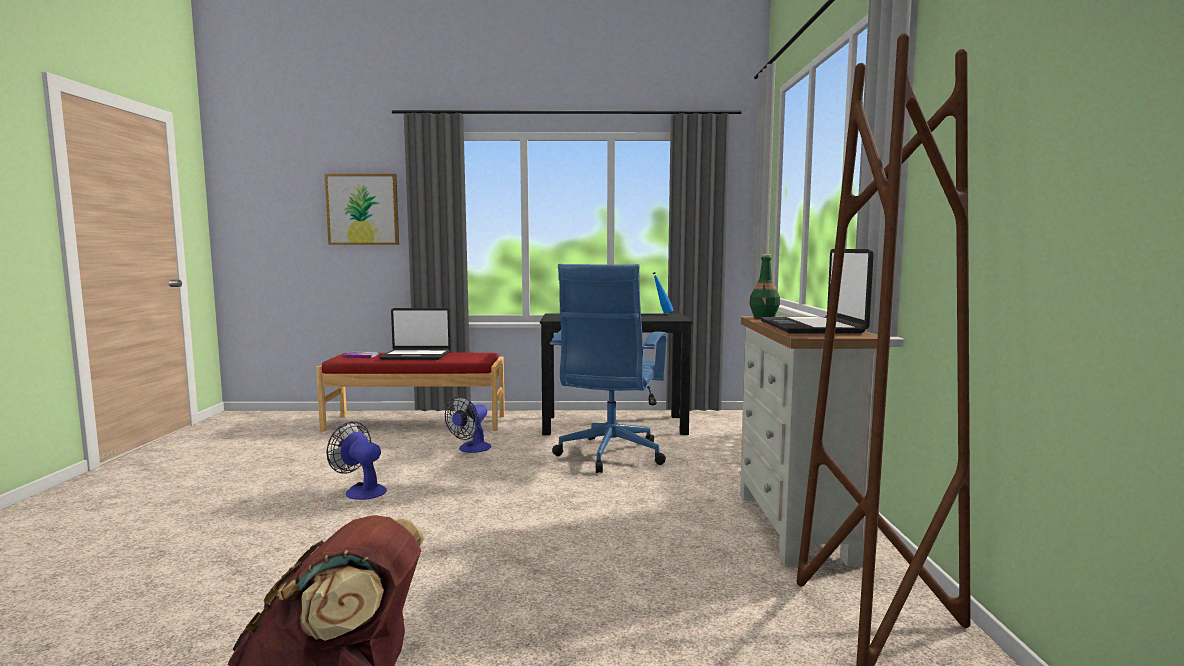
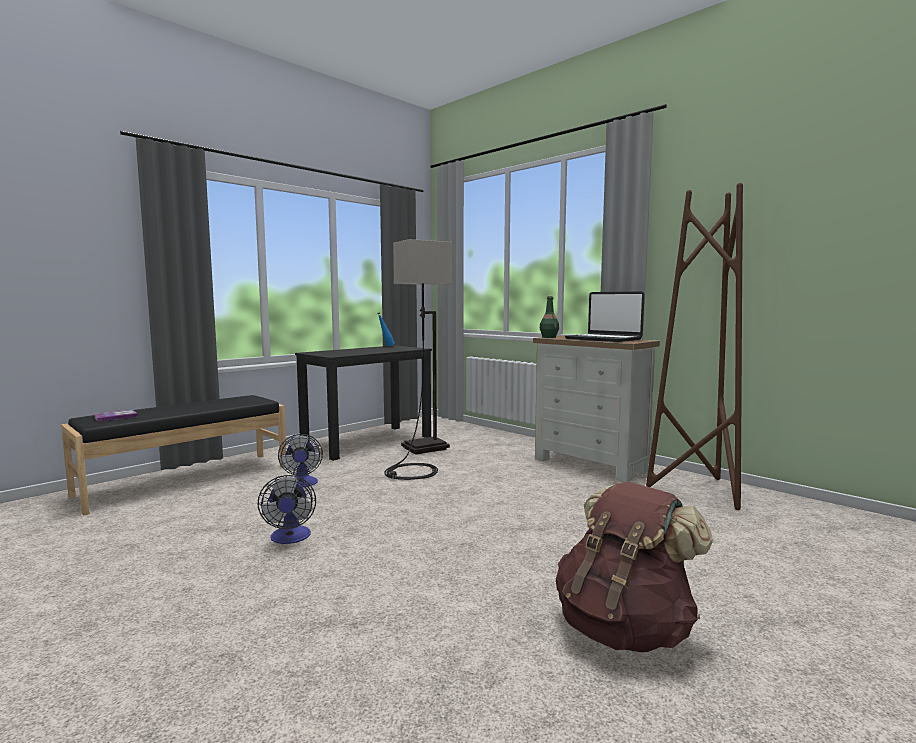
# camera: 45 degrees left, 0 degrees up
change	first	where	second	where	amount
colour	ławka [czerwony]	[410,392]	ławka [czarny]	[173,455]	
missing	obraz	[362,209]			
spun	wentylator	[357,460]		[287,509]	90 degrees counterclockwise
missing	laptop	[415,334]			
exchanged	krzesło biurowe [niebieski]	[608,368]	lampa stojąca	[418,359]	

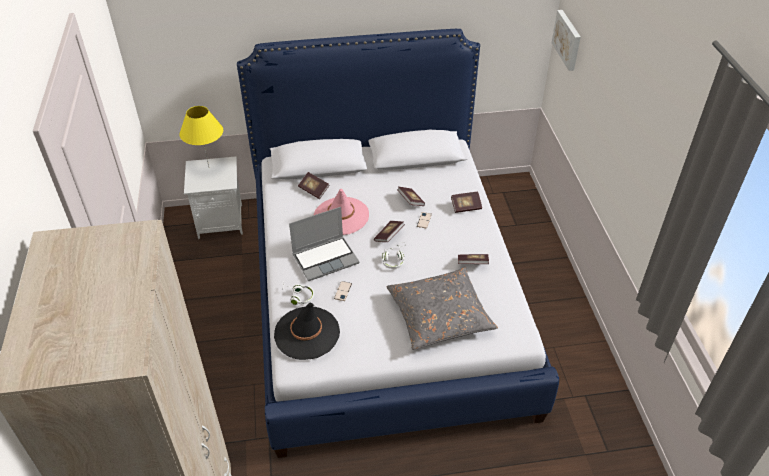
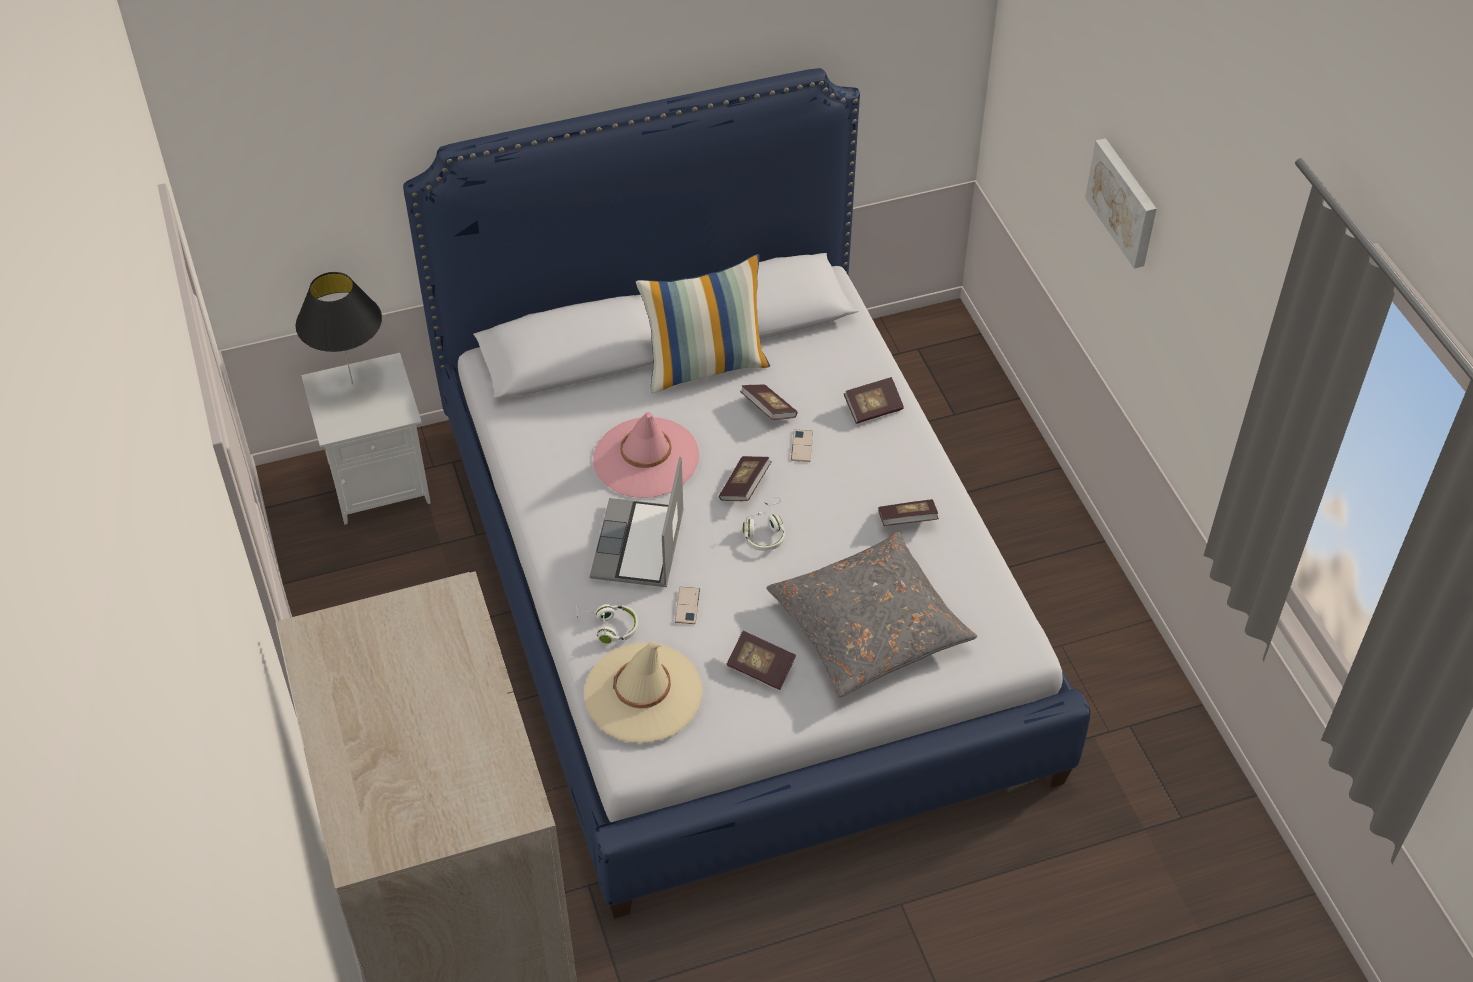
# camera: 10 degrees left, 5 degrees up
change	first	where	second	where	amount
colour	lampa stołowa [żółty]	[201,136]	lampa stołowa [czarny]	[339,328]	
colour	kapelusz [czarny]	[307,331]	kapelusz [beżowy]	[643,692]	
spun	laptop	[324,244]		[637,522]	135 degrees clockwise
relocated	książka	[313,185]		[761,660]	
relocated	obraz	[566,40]		[1121,203]	
appeared			poduszka	[703,324]	

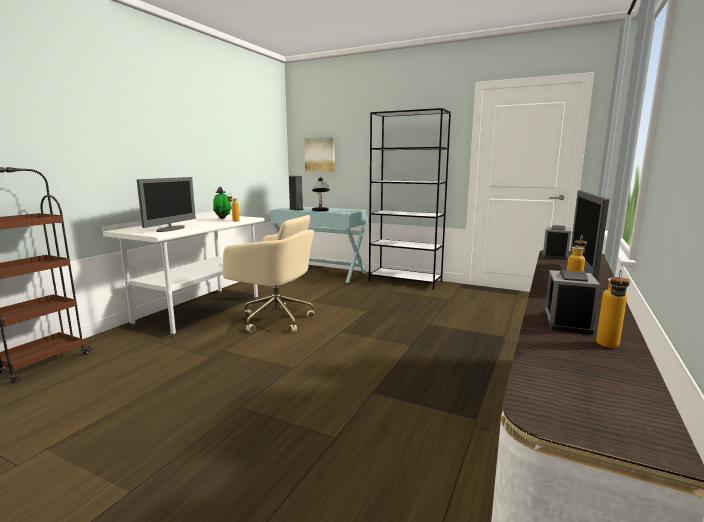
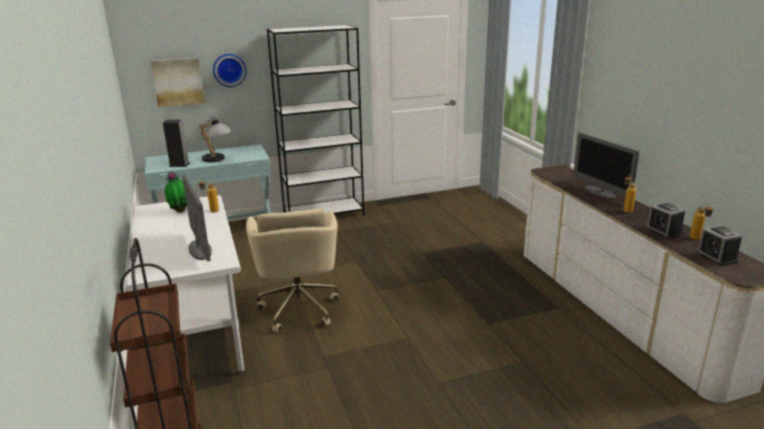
# camera: 45 degrees left, 10 degrees up
change	first	where	second	where	amount
spun	krzesło biurowe [beżowy]	[269,274]		[292,271]	105 degrees clockwise
relocated	budzik	[557,242]		[719,245]	
appeared			zegar ścienny	[229,70]	

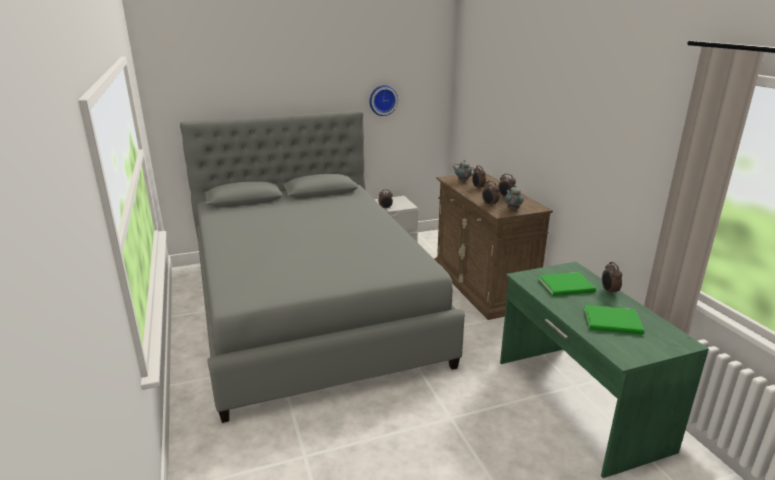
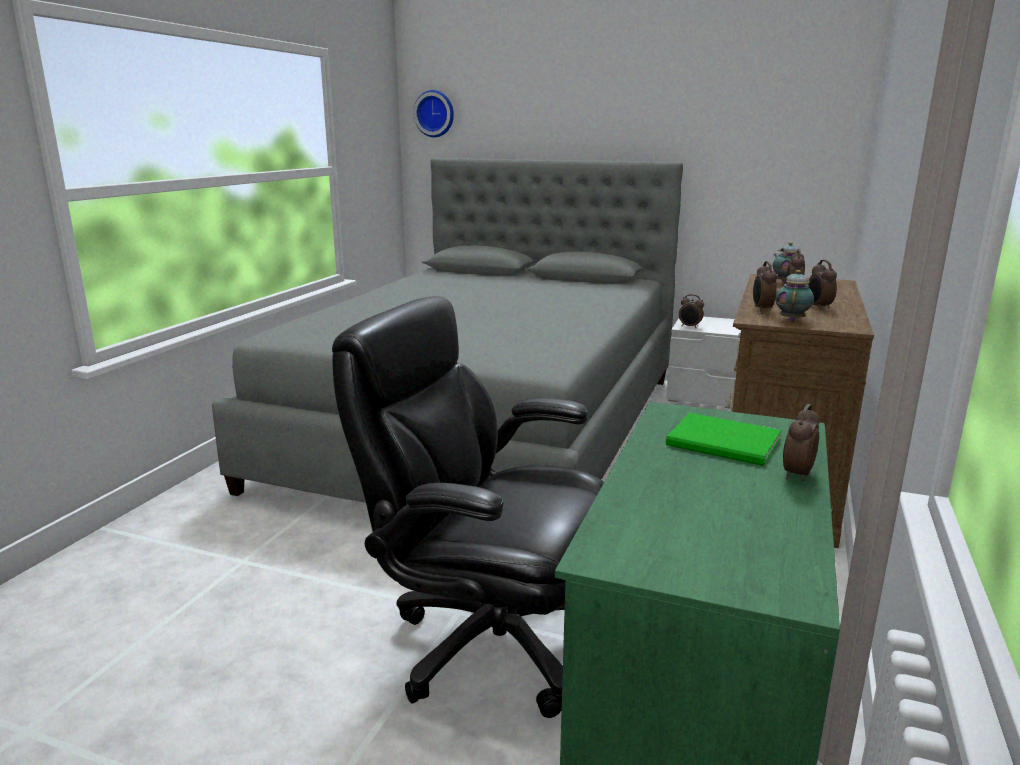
# camera: 40 degrees right, 5 degrees down
change	first	where	second	where	amount
relocated	zegar ścienny	[384,100]		[434,113]	
missing	książka [zielony]	[614,320]			
appeared			krzesło biurowe [czarny]	[468,507]	

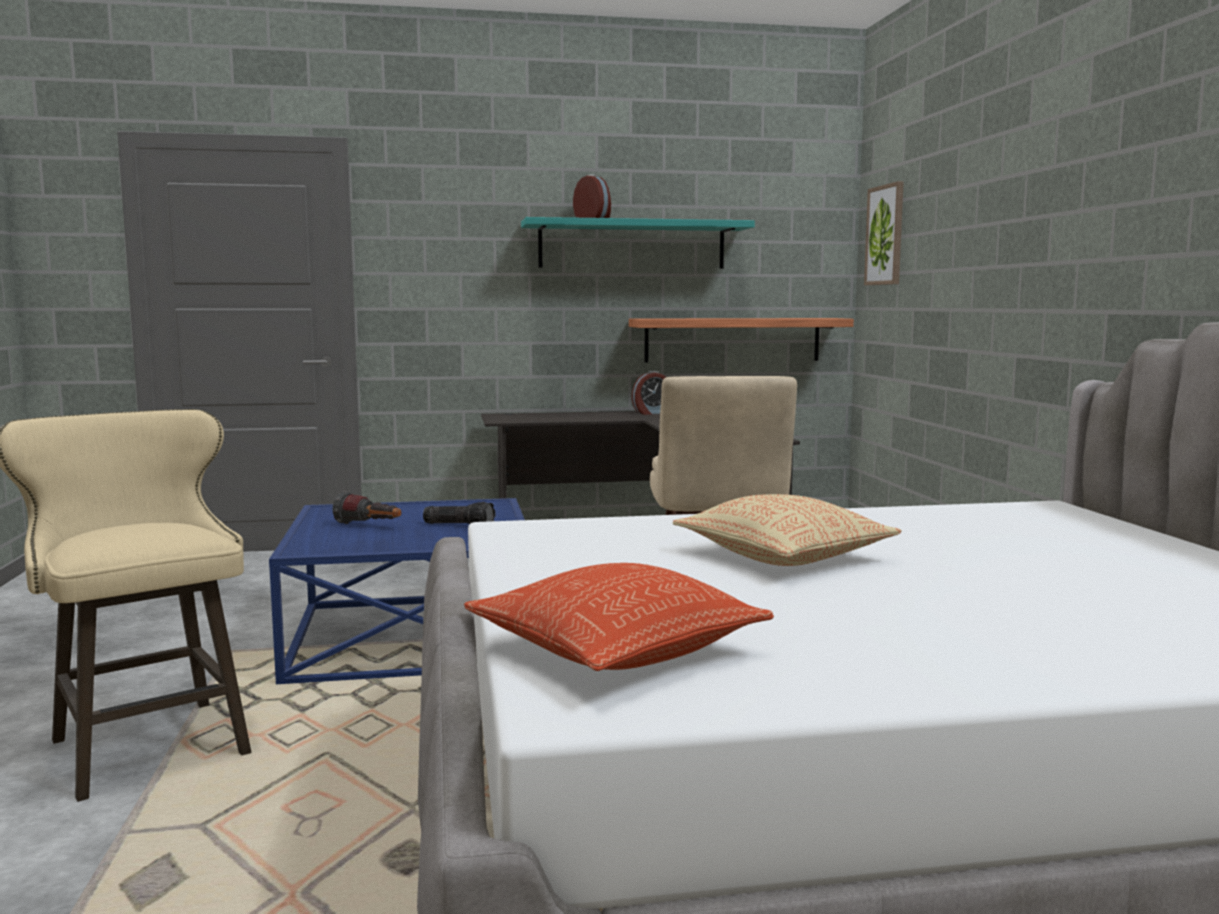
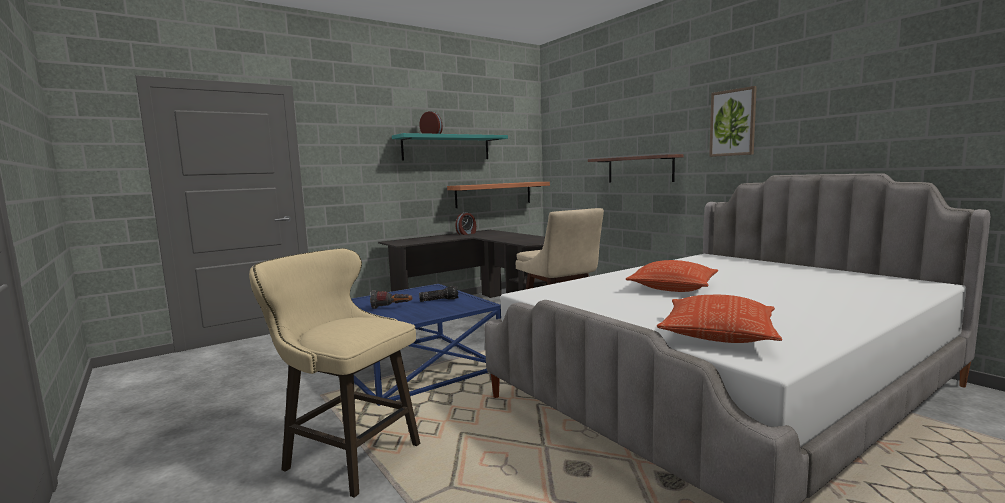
# camera: 25 degrees left, 0 degrees up
change	first	where	second	where	amount
colour	poduszka [beżowy]	[787,530]	poduszka [pomarańczowy]	[671,276]	
relocated	obraz	[884,233]		[733,121]	
appeared			półka	[636,168]	

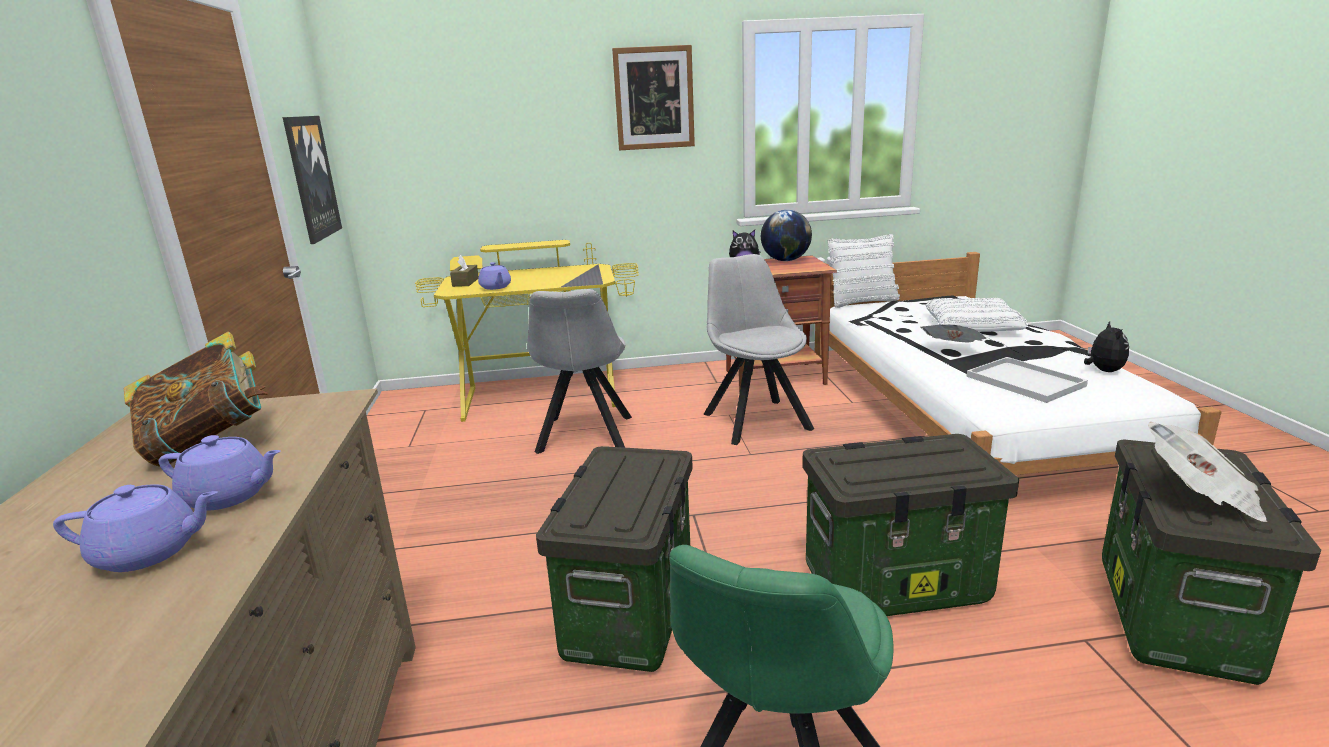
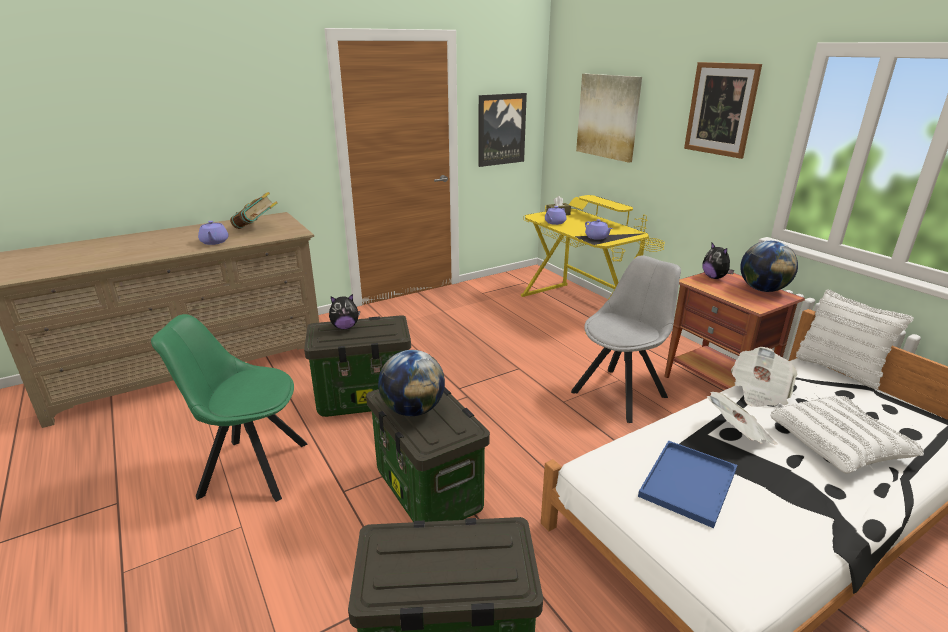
# camera: 65 degrees right, 5 degrees up
change	first	where	second	where	amount
relocated	imbryk [fioletowy]	[135,528]		[599,229]	
missing	krzesło [szary]	[579,371]			
colour	taca [biały]	[1027,380]	taca [niebieski]	[687,484]	
relocated	pluszak	[1106,346]		[344,311]	
relocated	gazeta	[1207,472]		[764,377]	
appeared			globus	[411,383]	
appeared			obraz	[609,118]	

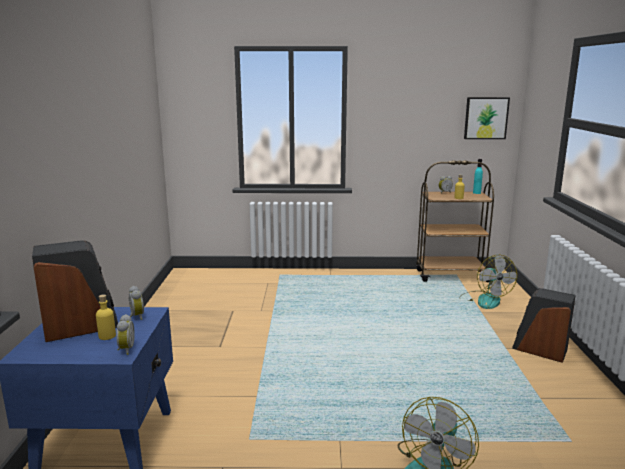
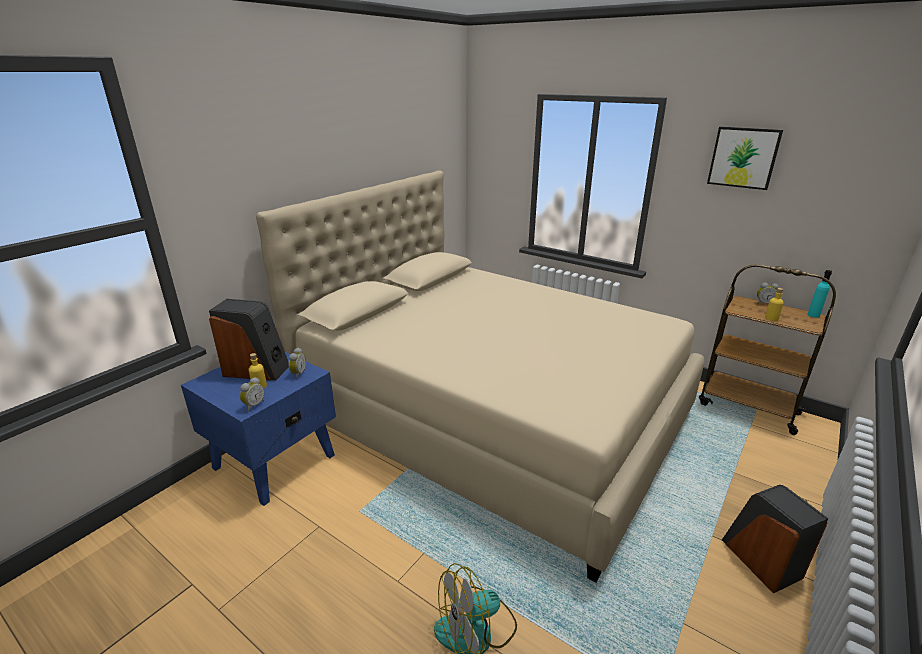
# camera: 35 degrees right, 10 degrees up
change	first	where	second	where	amount
missing	wentylator	[488,282]			
relocated	obraz	[487,118]		[745,158]	
appeared			łóżko [beżowy]	[480,376]	

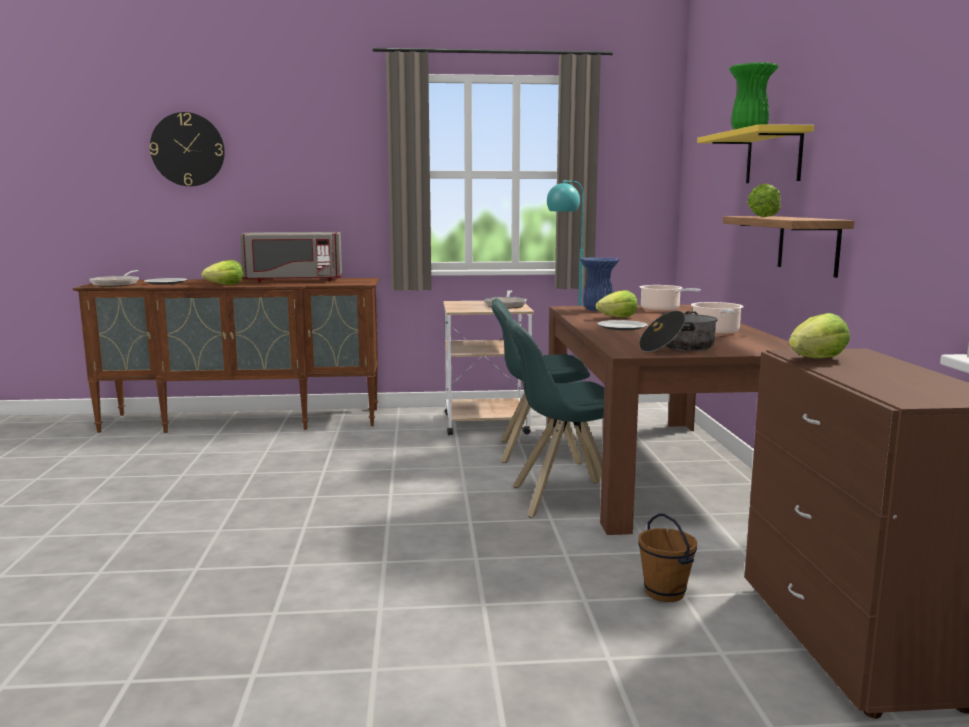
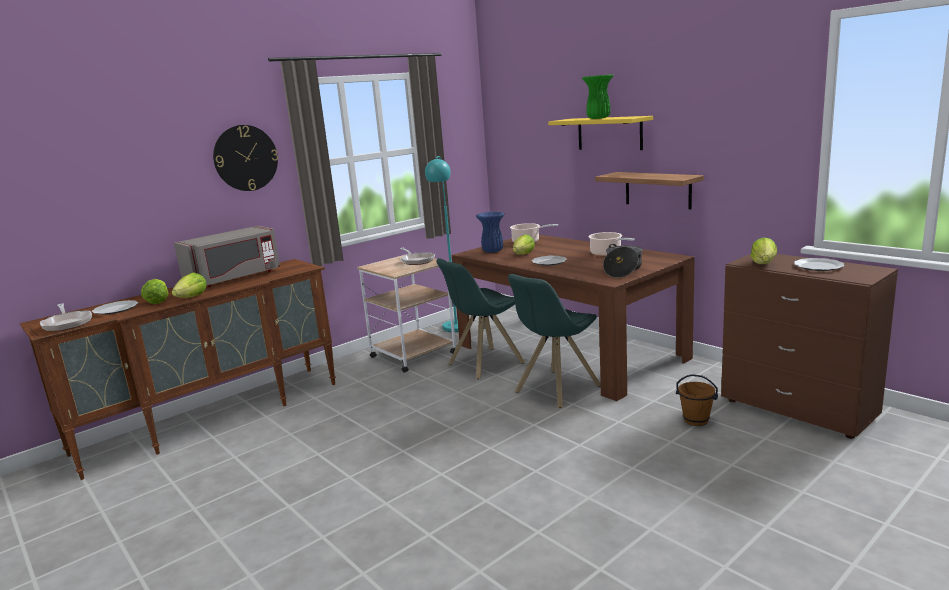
# camera: 35 degrees left, 5 degrees up
change	first	where	second	where	amount
relocated	zegar ścienny	[187,149]		[245,158]	
relocated	sałata	[764,200]		[155,291]	
appeared			talerz	[819,264]	

